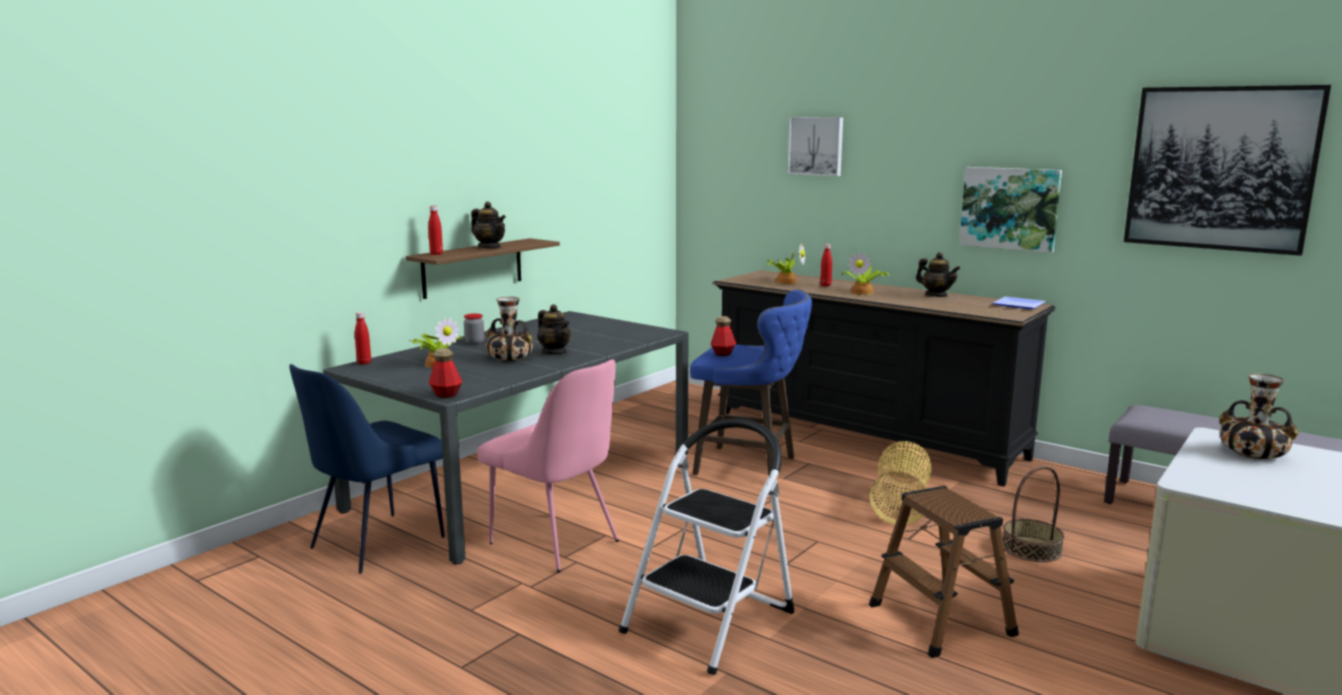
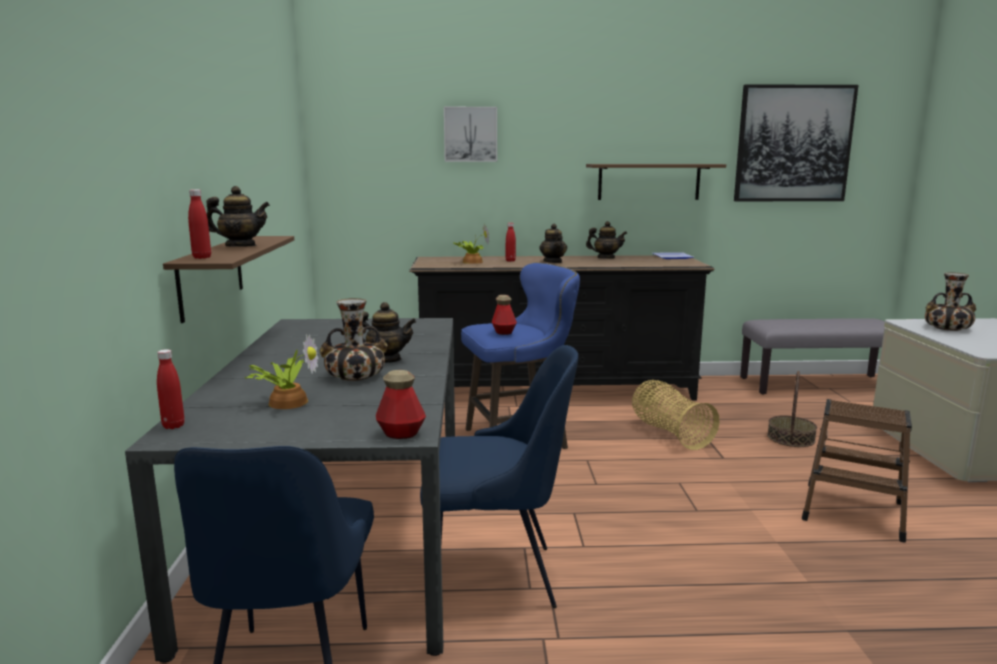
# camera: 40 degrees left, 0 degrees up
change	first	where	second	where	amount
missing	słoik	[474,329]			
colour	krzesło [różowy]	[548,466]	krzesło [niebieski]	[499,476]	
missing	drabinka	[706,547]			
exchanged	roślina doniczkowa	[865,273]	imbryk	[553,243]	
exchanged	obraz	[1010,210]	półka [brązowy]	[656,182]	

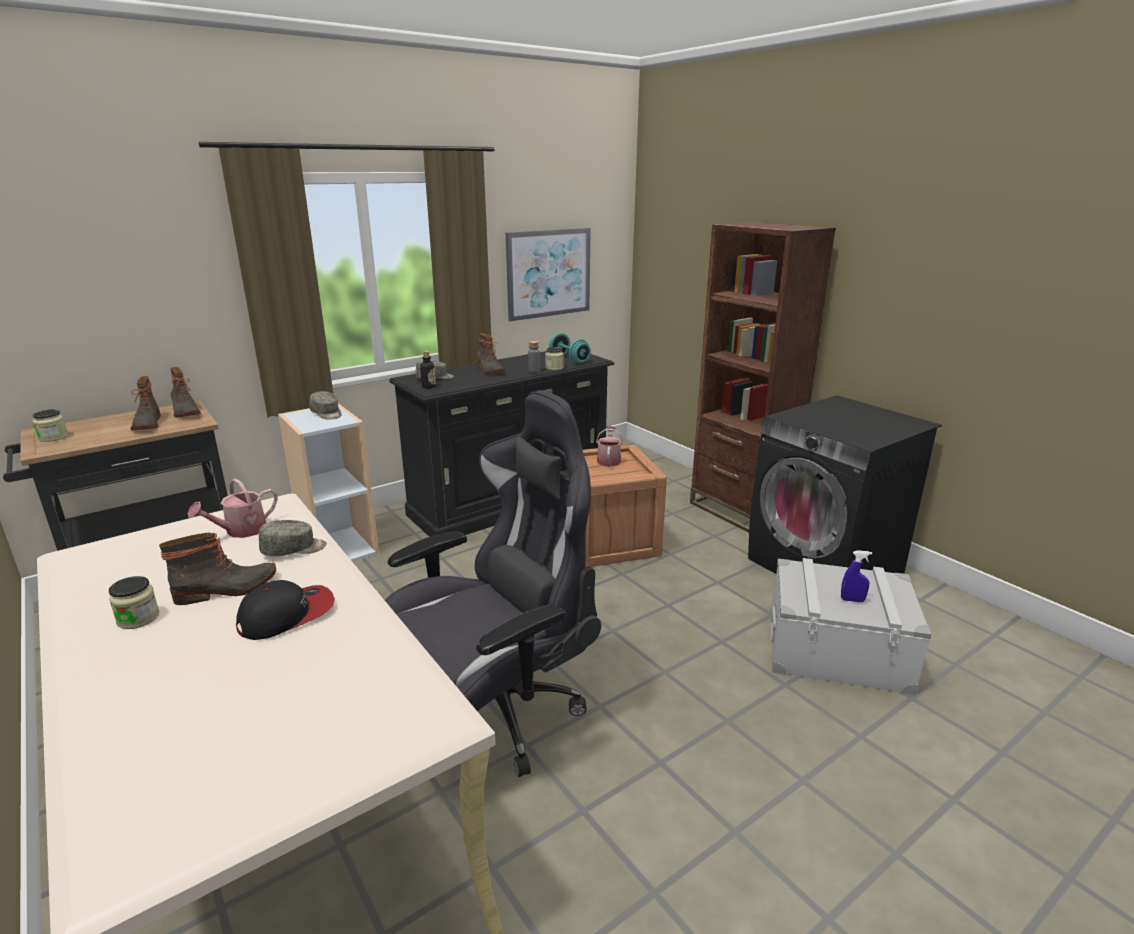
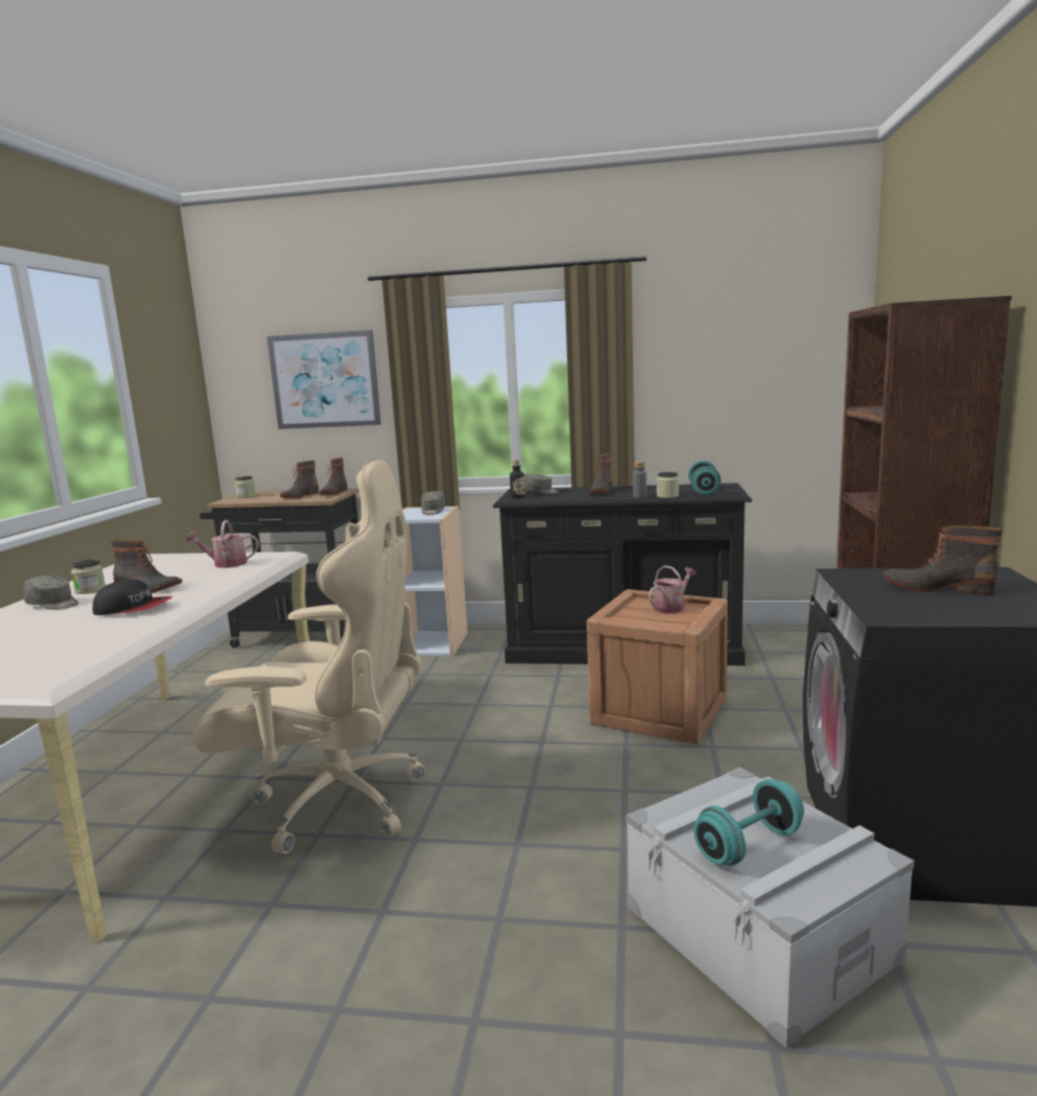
# camera: 45 degrees right, 10 degrees down
change	first	where	second	where	amount
relocated	czapka z daszkiem [szary]	[293,538]		[51,593]	
colour	krzesło biurowe [czarny]	[493,583]	krzesło biurowe [beżowy]	[309,657]	
relocated	obraz	[548,274]		[324,379]	
exchanged	spryskiwacz [niebieski]	[856,576]	hantel [turkusowy]	[749,822]	
appeared			but z cholewką	[943,560]	

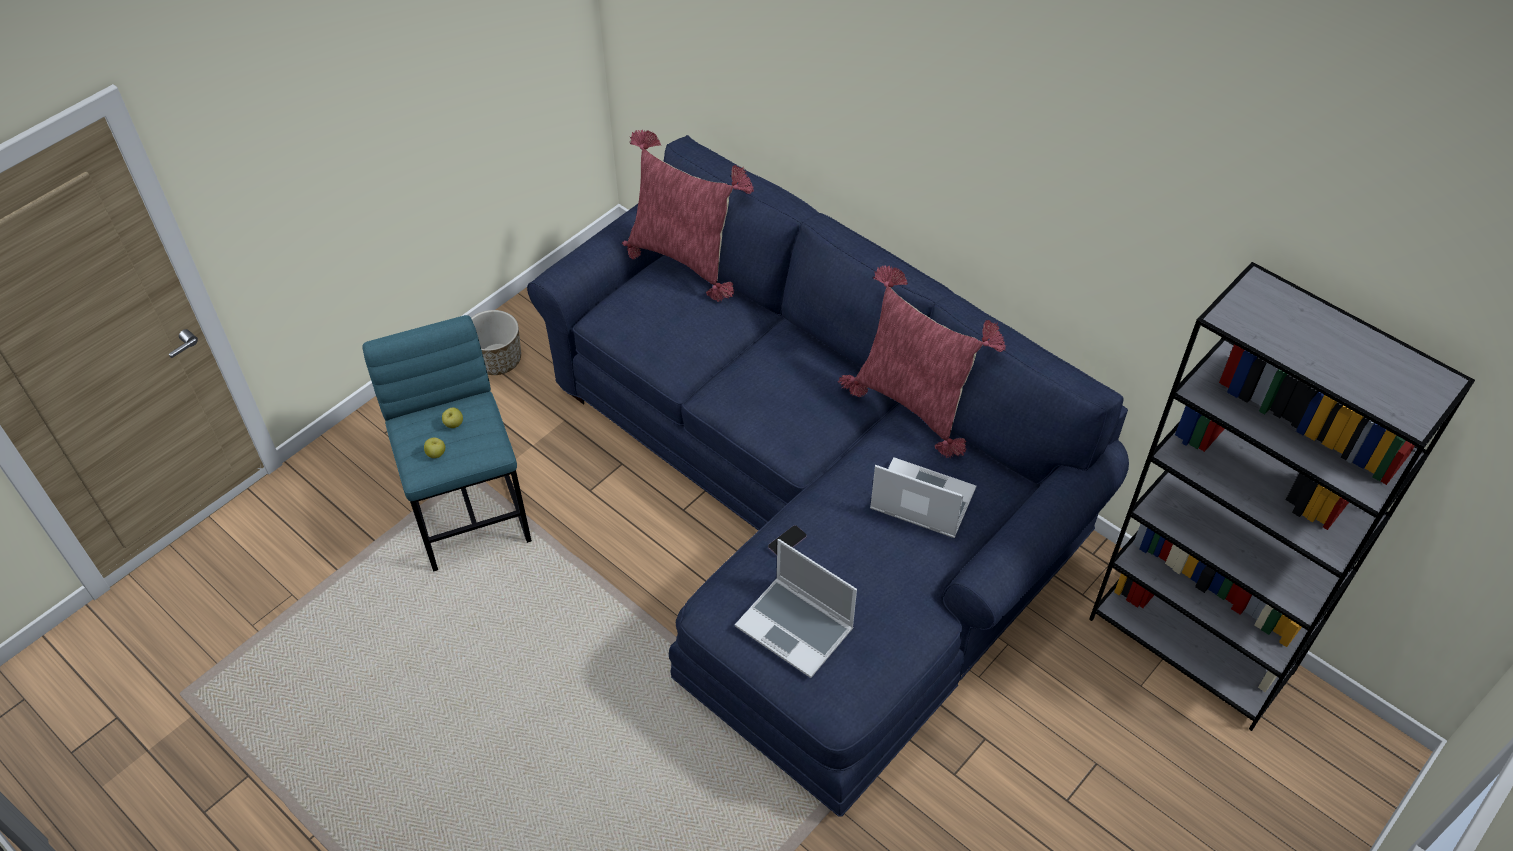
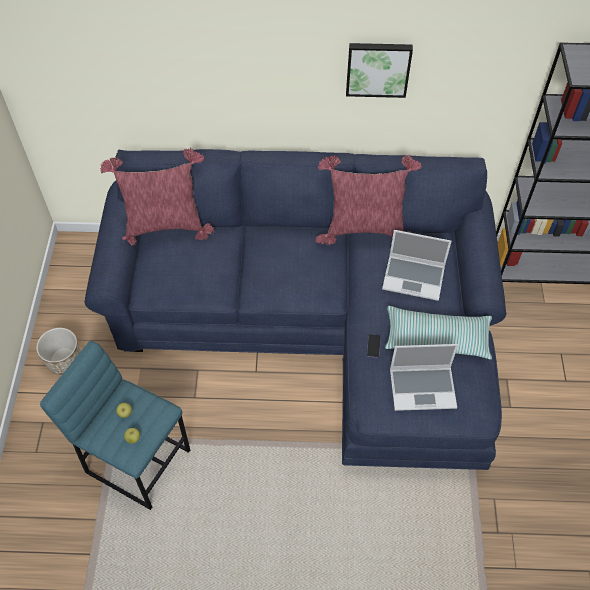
# camera: 40 degrees left, 5 degrees up
change	first	where	second	where	amount
spun	laptop	[923,497]		[416,265]	150 degrees counterclockwise
appeared			obraz	[379,70]	
appeared			poduszka	[438,332]	

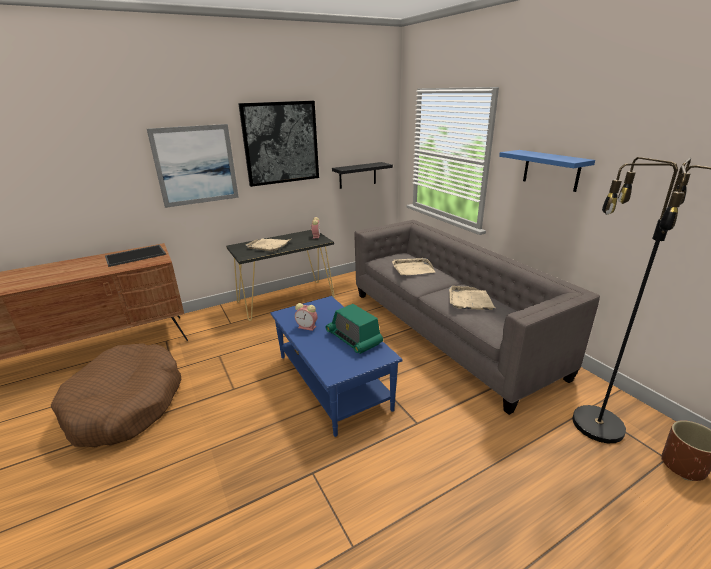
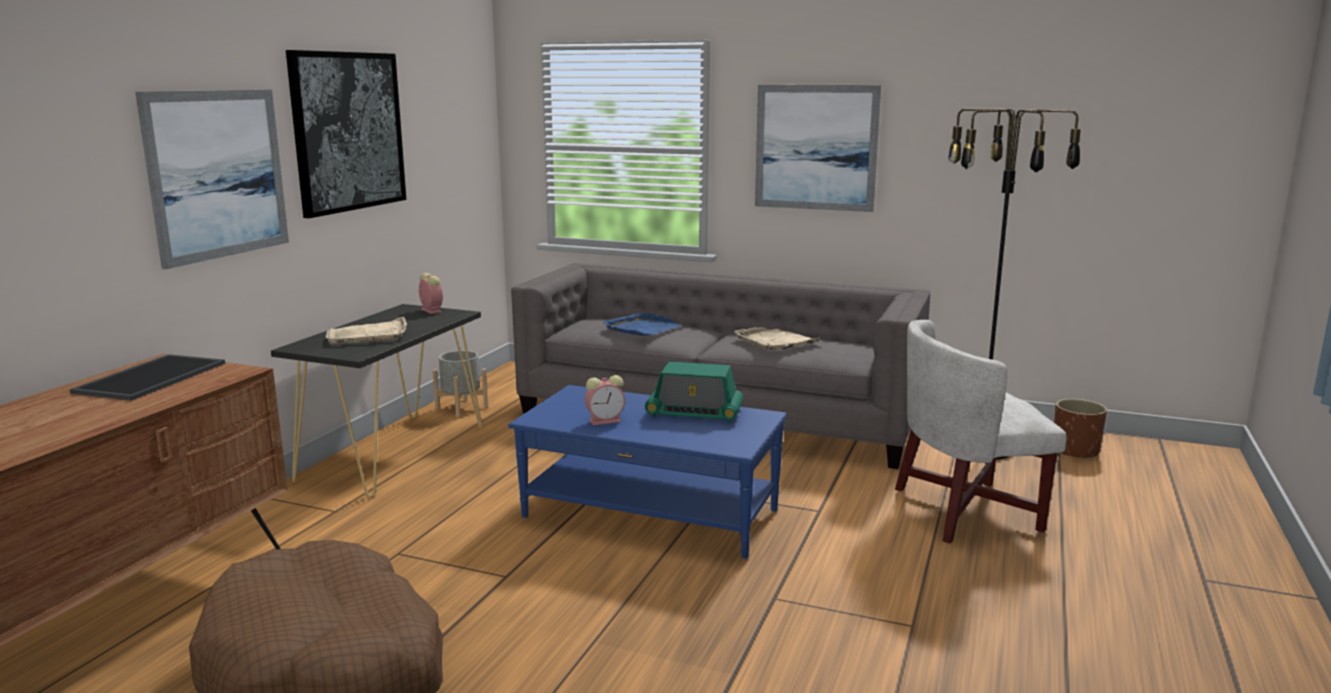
# camera: 40 degrees left, 10 degrees down
change	first	where	second	where	amount
missing	półka [czarny]	[362,175]			
colour	taca [beżowy]	[413,266]	taca [niebieski]	[642,324]	
exchanged	półka [niebieski]	[547,171]	obraz	[818,148]	
appeared			donica [szary]	[460,384]	
appeared			fotel [biały]	[981,431]	

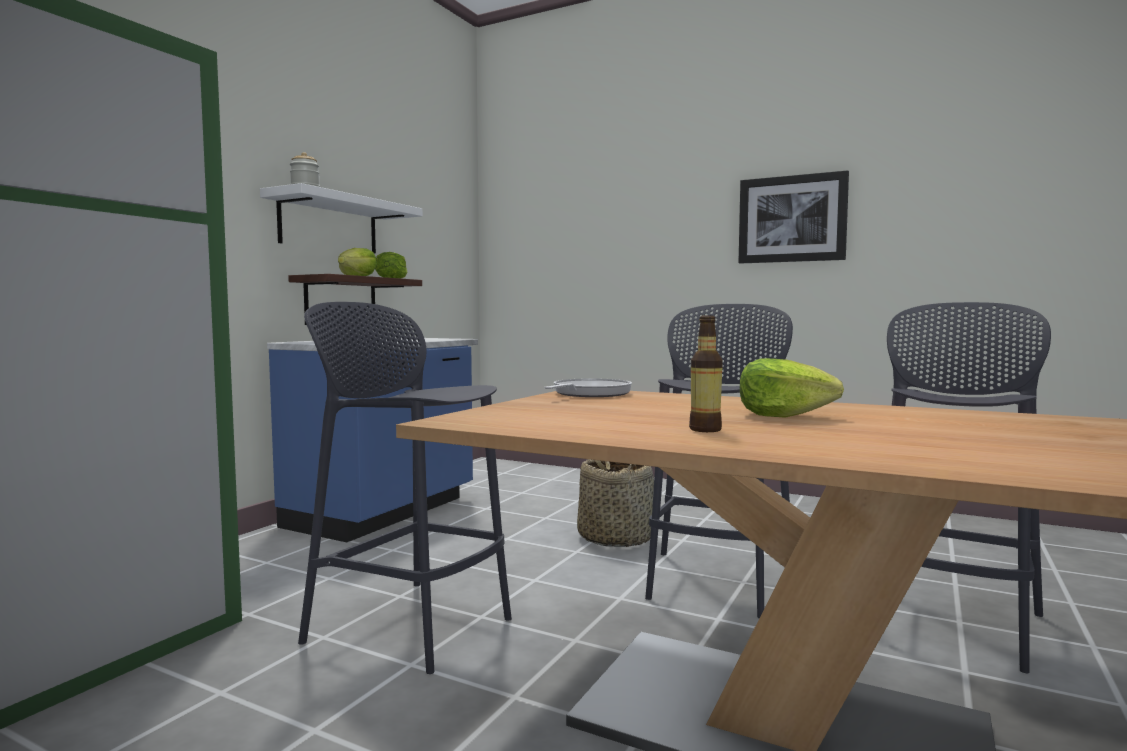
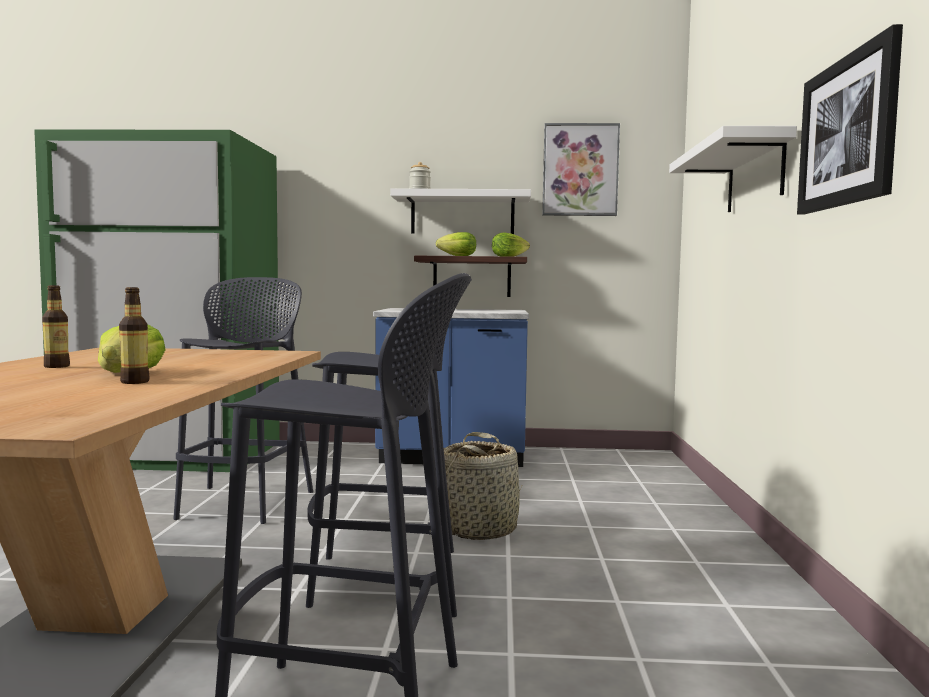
# camera: 65 degrees right, 0 degrees up
change	first	where	second	where	amount
missing	patelnia	[588,387]			
appeared			butelka	[134,335]	
appeared			obraz	[581,169]	
appeared			półka [biały]	[733,169]	

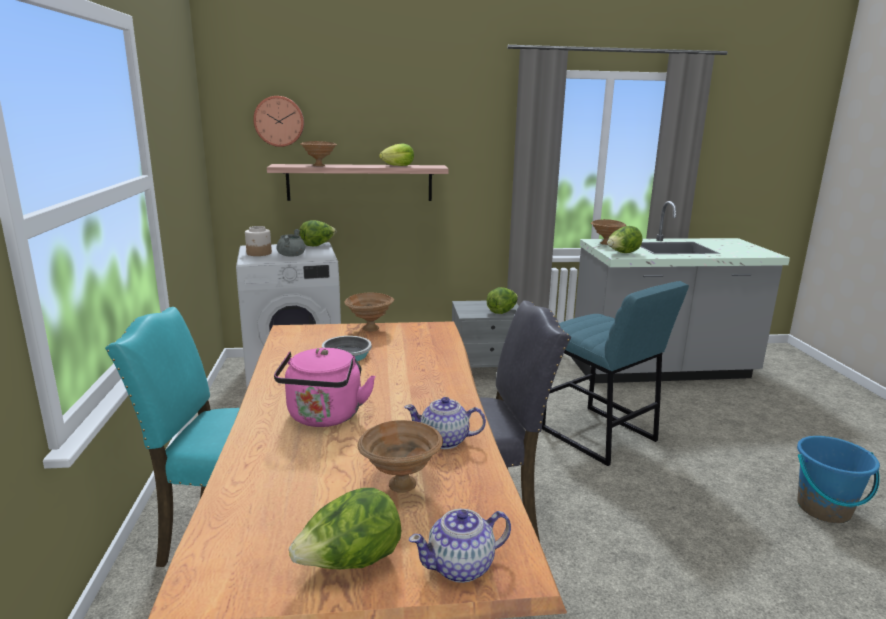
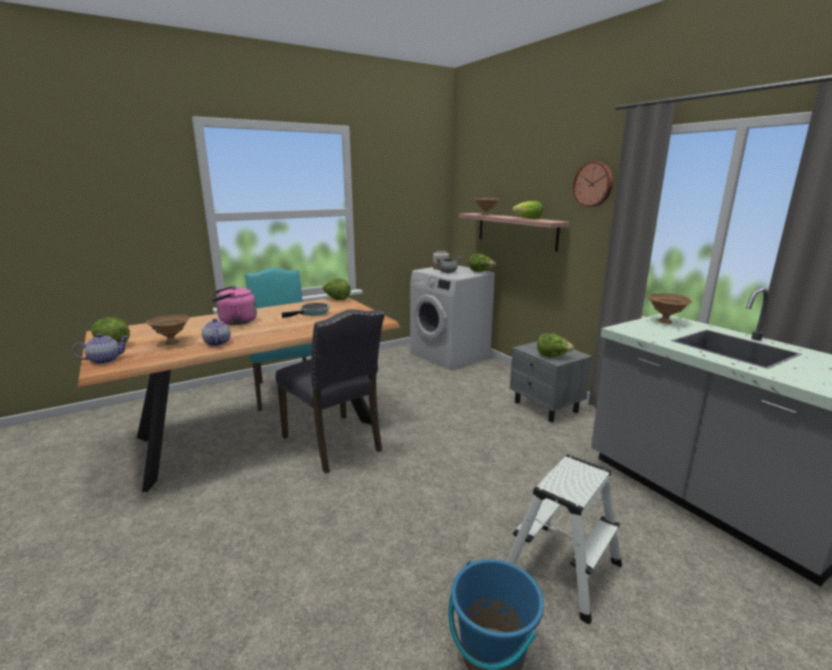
# camera: 65 degrees right, 0 degrees up
change	first	where	second	where	amount
relocated	zegar ścienny	[278,121]		[593,184]	
missing	miska [brązowy]	[369,312]			
spun	imbryk	[460,546]		[100,349]	105 degrees clockwise
missing	stołek [niebieski]	[615,373]			
relocated	sałata	[624,239]		[336,289]	
appeared			drabinka [biały]	[564,539]	

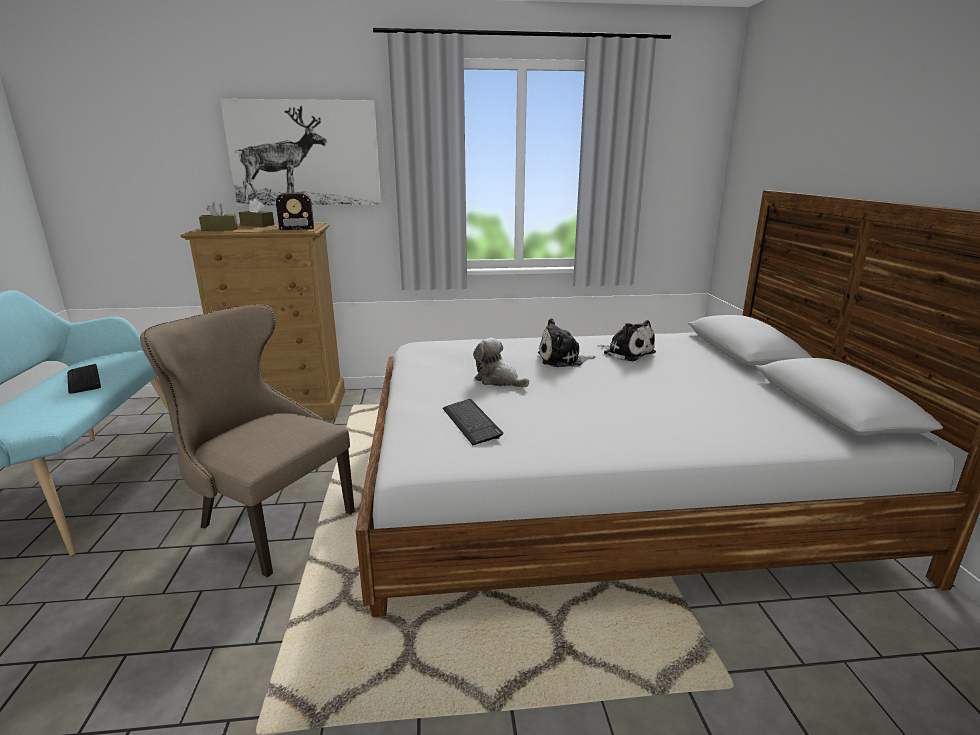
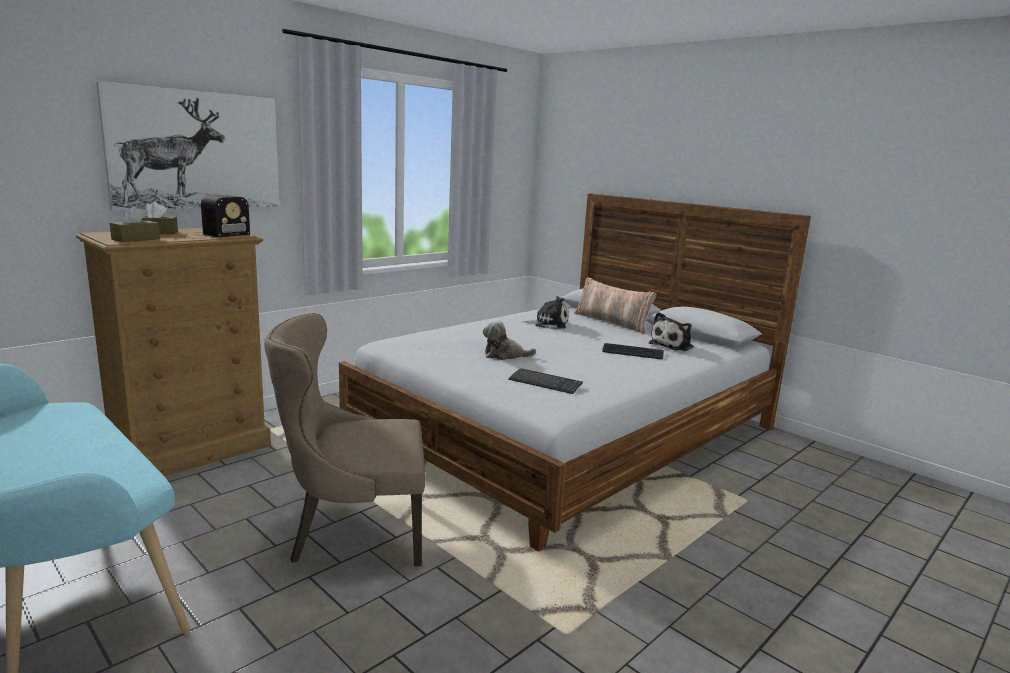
# camera: 40 degrees left, 5 degrees down
change	first	where	second	where	amount
relocated	klawiatura	[84,379]		[633,351]	
relocated	pluszak	[567,342]		[671,331]	
appeared			poduszka	[615,305]	

